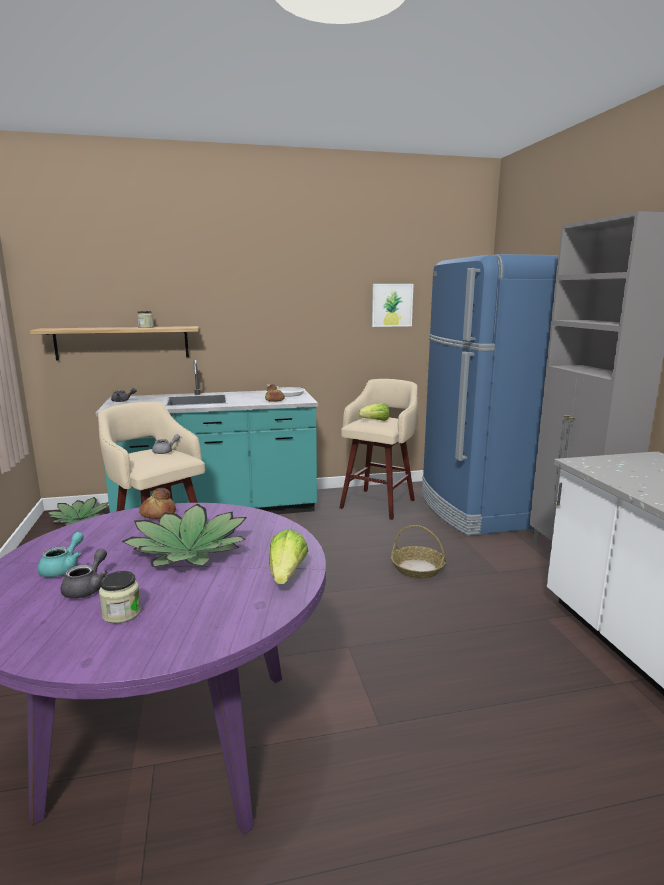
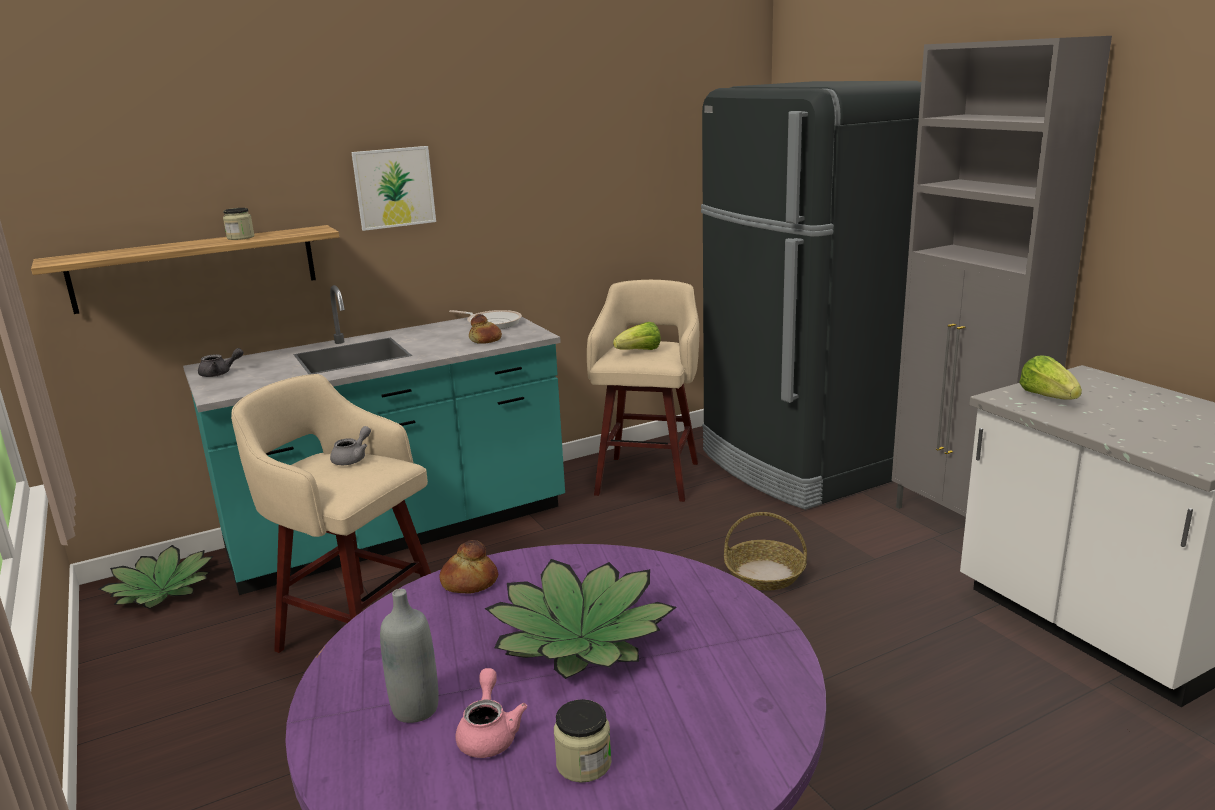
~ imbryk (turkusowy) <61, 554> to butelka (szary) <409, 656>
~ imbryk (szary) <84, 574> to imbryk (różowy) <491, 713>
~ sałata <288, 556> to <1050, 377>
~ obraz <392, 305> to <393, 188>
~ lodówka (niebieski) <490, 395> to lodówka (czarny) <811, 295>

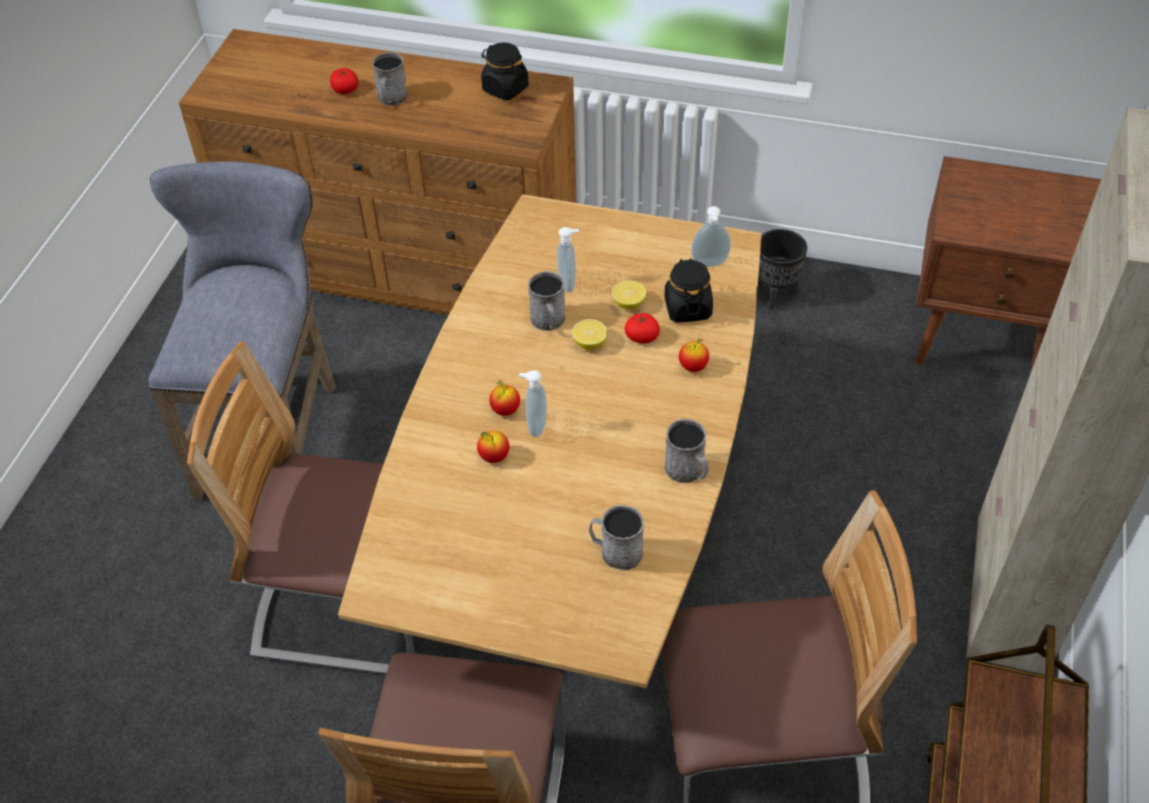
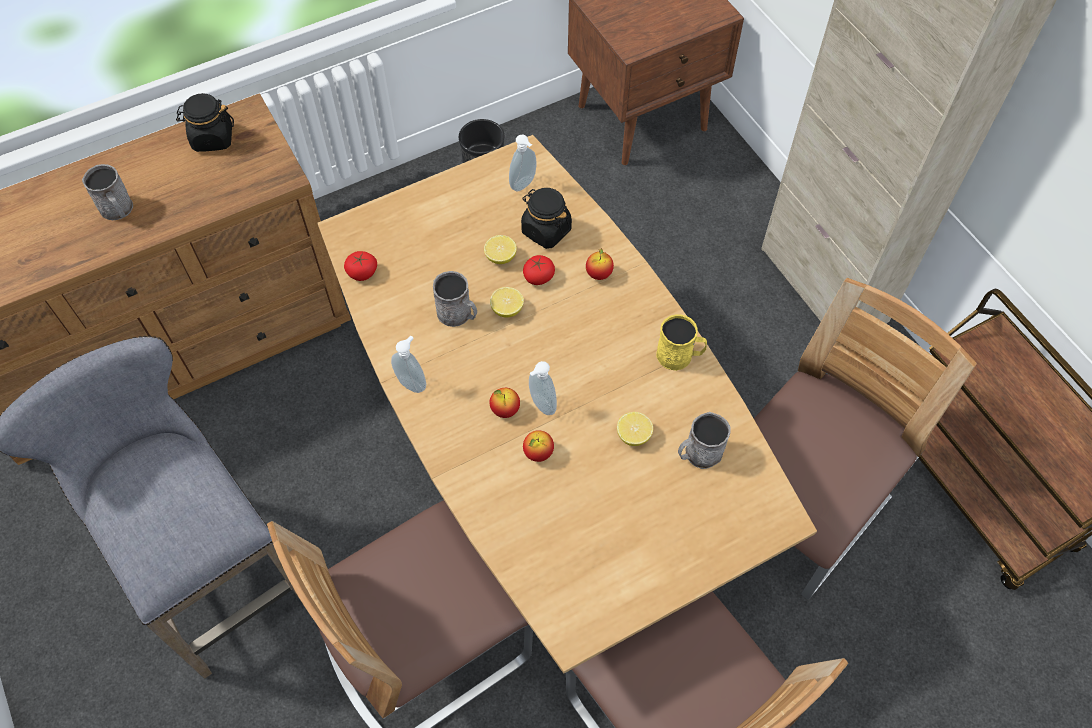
~ pomidor <344, 81> to <360, 266>
~ dozownik mydła <568, 259> to <408, 364>
~ kubek (szary) <687, 451> to kubek (żółty) <681, 342>
+ cytryna <635, 429>

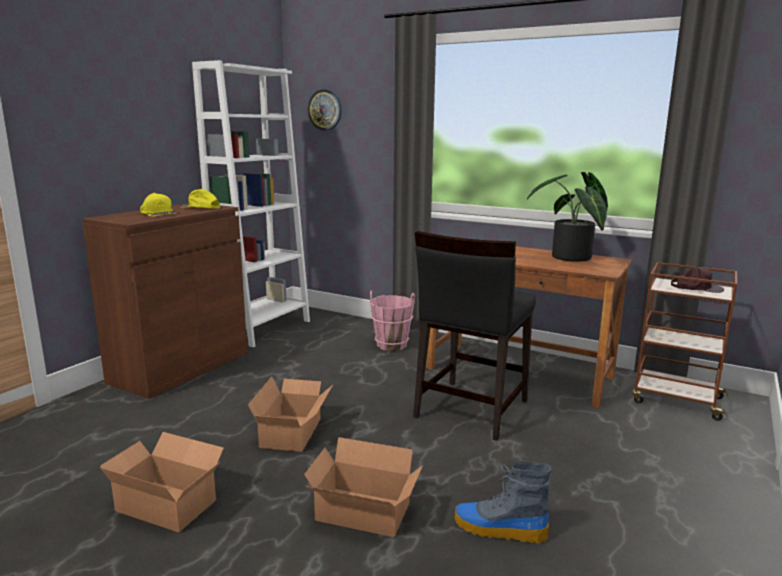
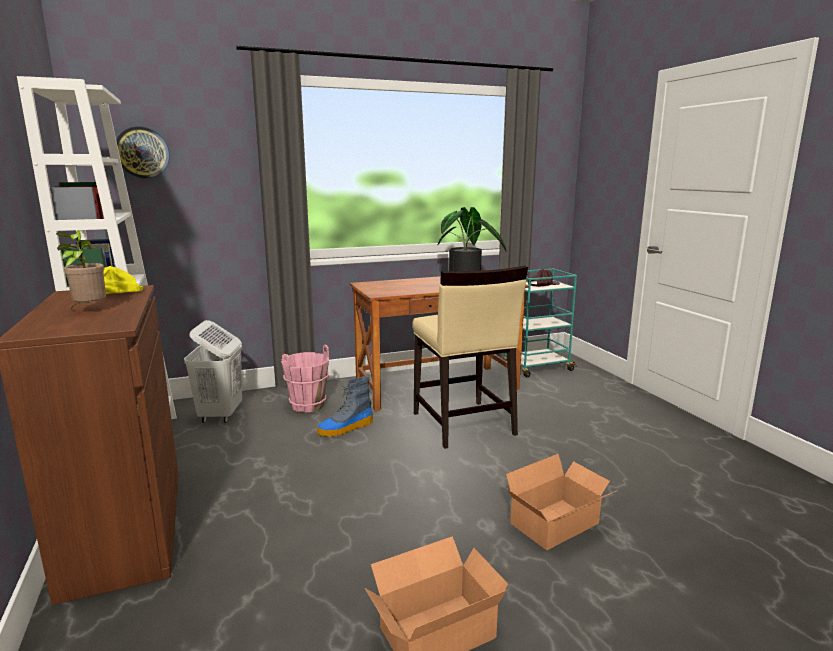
~ czapka z daszkiem (żółty) <158, 204> to roślina doniczkowa <81, 269>
- karton <290, 414>
~ krzesło (czarny) <474, 336> to krzesło (beżowy) <470, 357>
~ but z cholewką <503, 502> to <345, 406>
~ wózek (brązowy) <684, 341> to wózek (turkusowy) <540, 322>
+ kosz na pranie (biały) <213, 371>

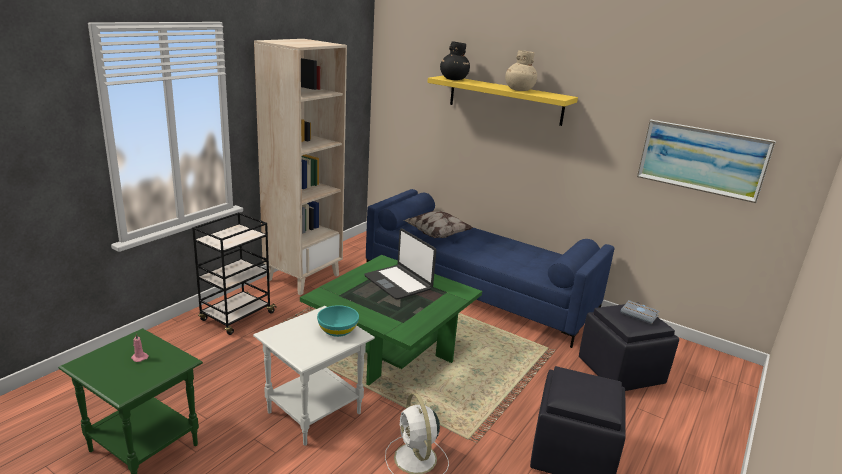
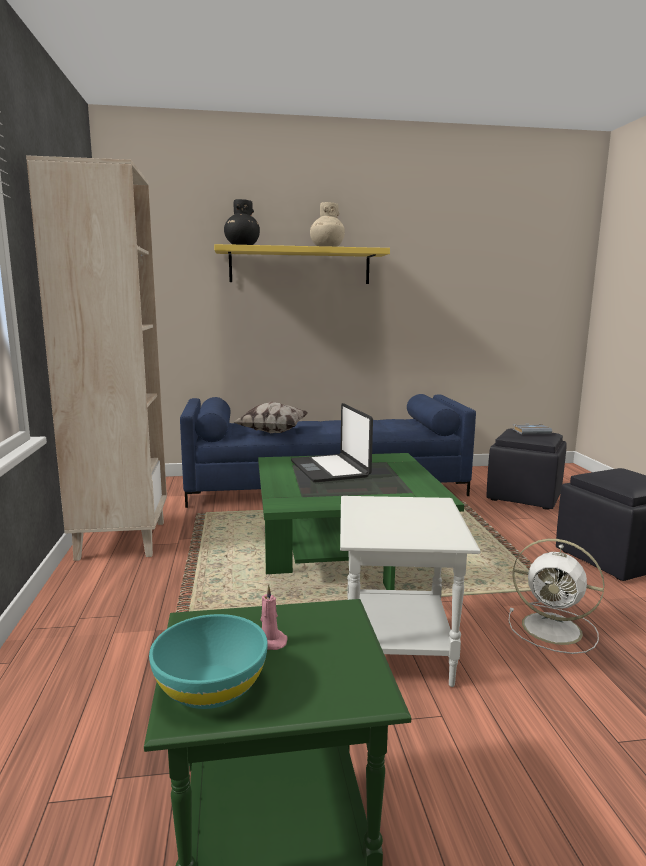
- wózek (czarny) <234, 273>
~ miska (turkusowy) <338, 321> to <208, 661>
~ laptop <400, 264> = <332, 442> 60 degrees clockwise
- obraz <706, 161>

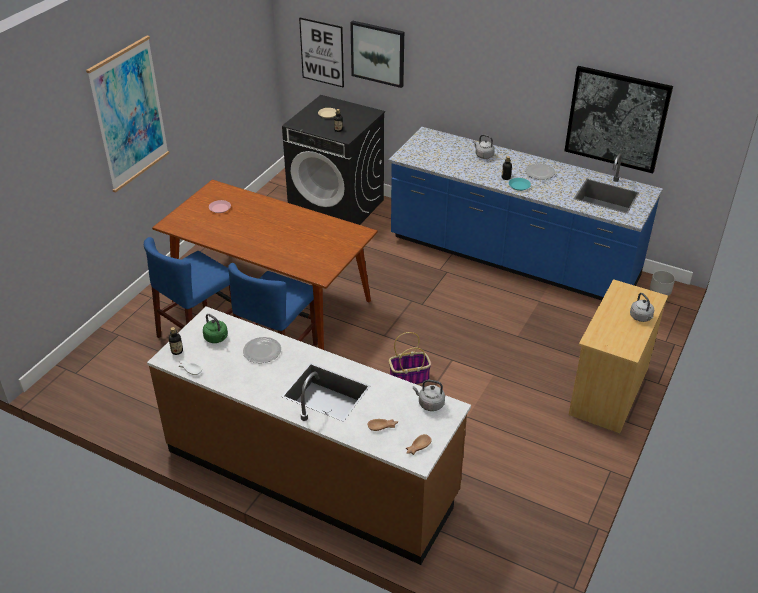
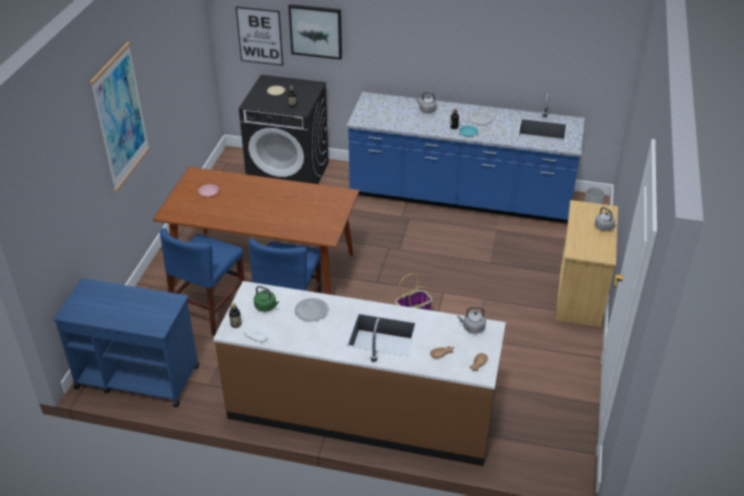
- obraz <618, 120>
+ wózek (niebieski) <126, 343>

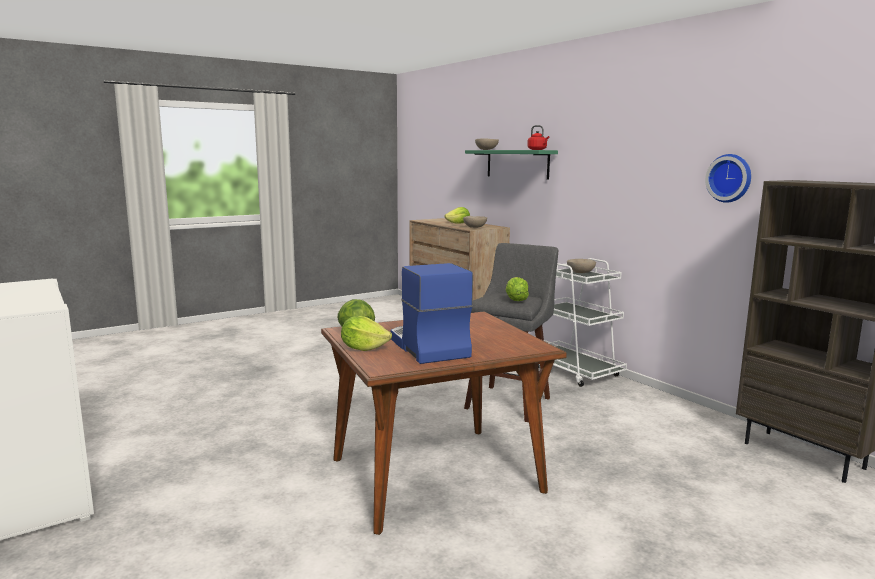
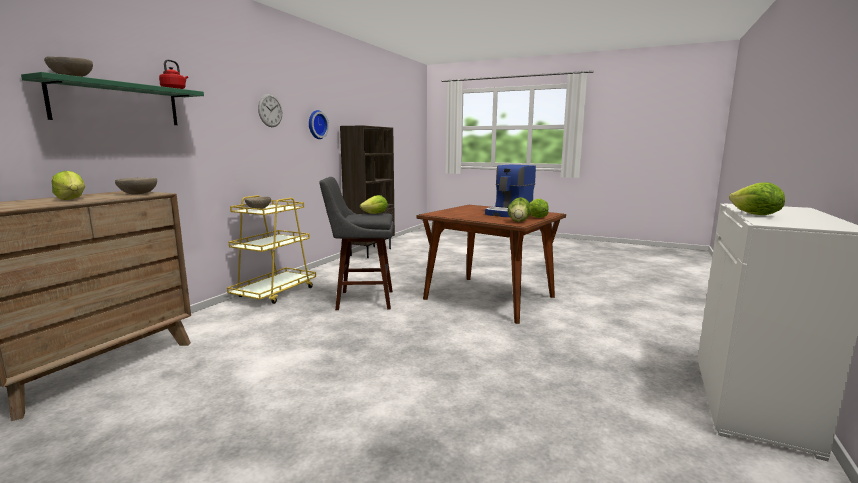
~ wózek (biały) <582, 322> to wózek (żółty) <271, 249>
+ zegar ścienny <270, 110>
+ sałata <757, 198>

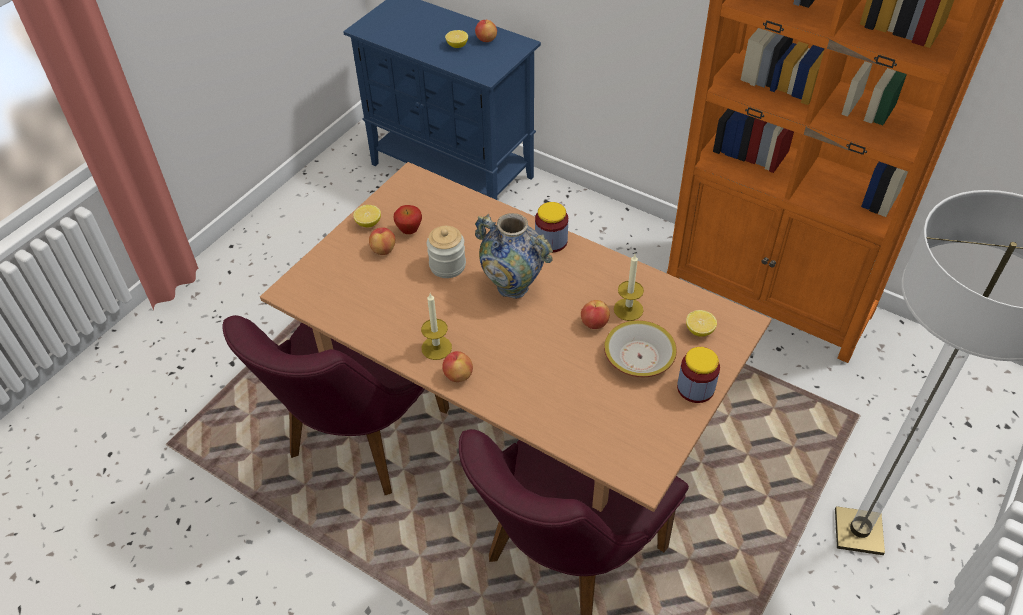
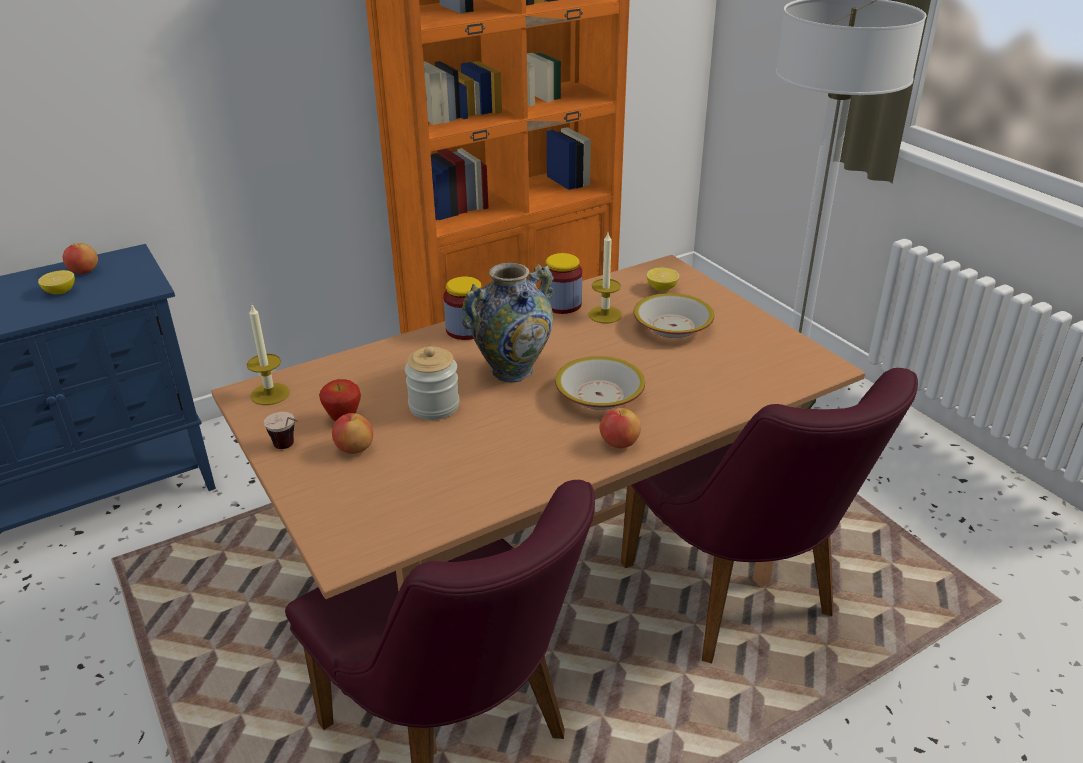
~ cytryna <367, 216> to filiżanka <281, 430>
~ świeca <436, 326> to <268, 355>
- jabłko <595, 314>
~ słoik <698, 375> to <563, 283>
+ miska <600, 383>

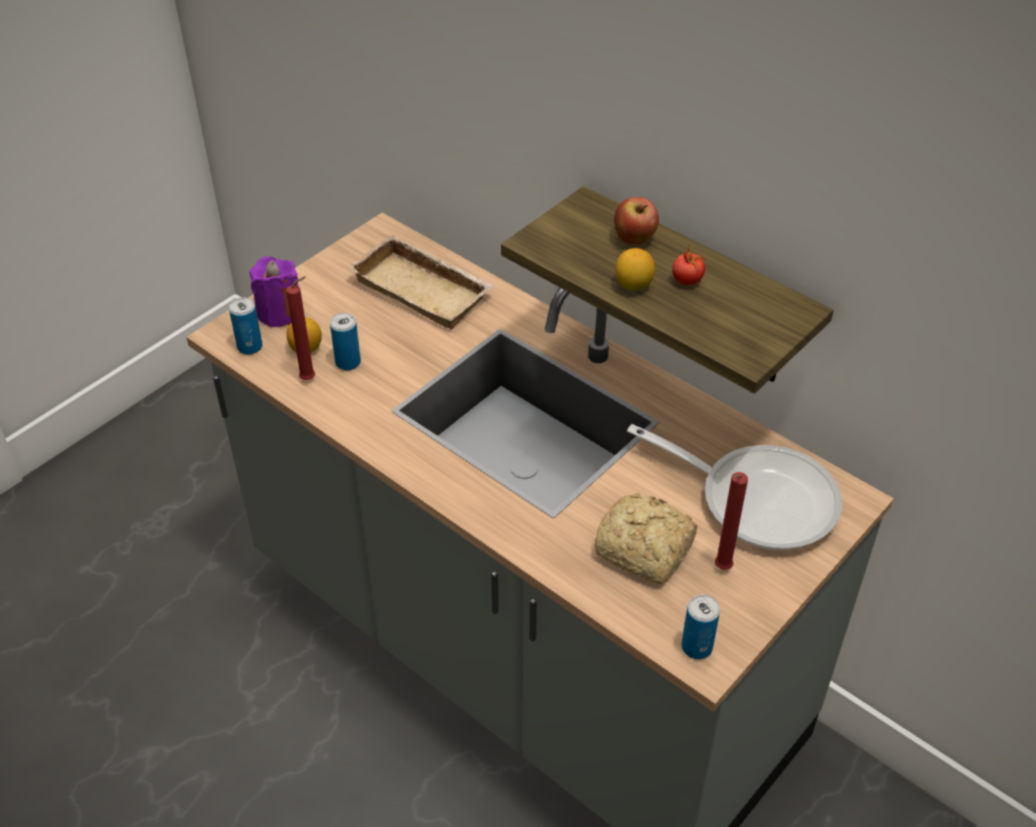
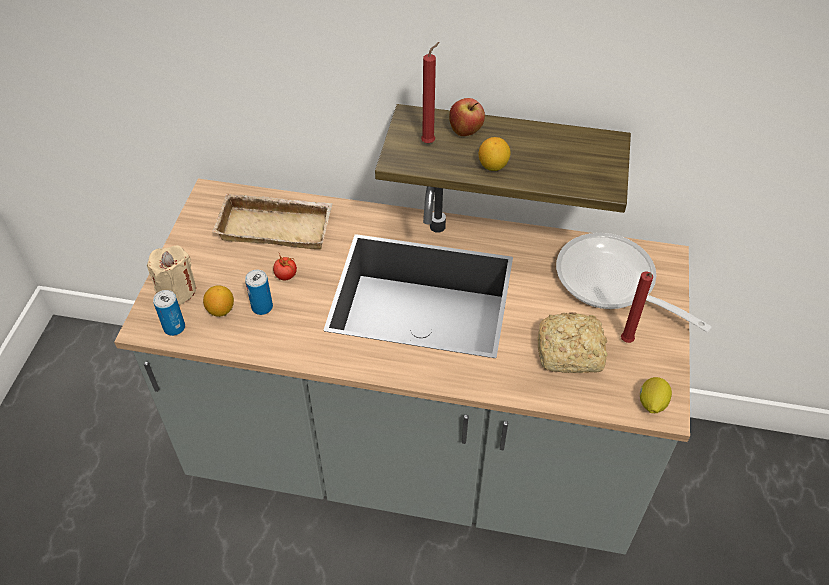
~ świeca (fioletowy) <274, 292> to świeca (beżowy) <171, 275>
~ świeca (czerwony) <300, 328> to <430, 92>
~ patelnia <734, 487> = <634, 282> 135 degrees counterclockwise
~ pomidor <689, 266> to <285, 266>
~ puszka <700, 627> to cytryna <656, 395>

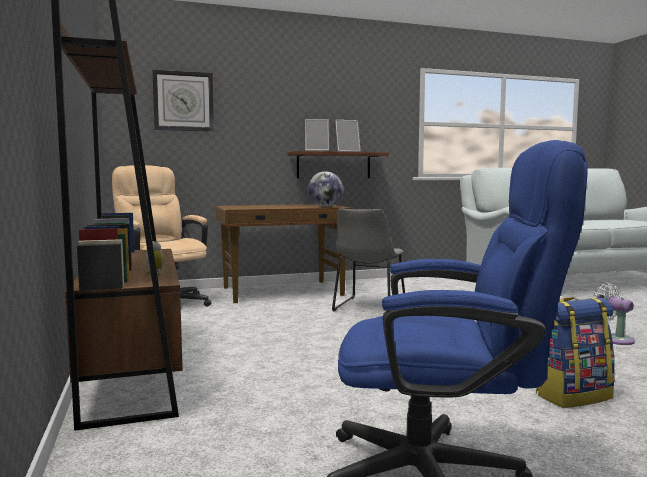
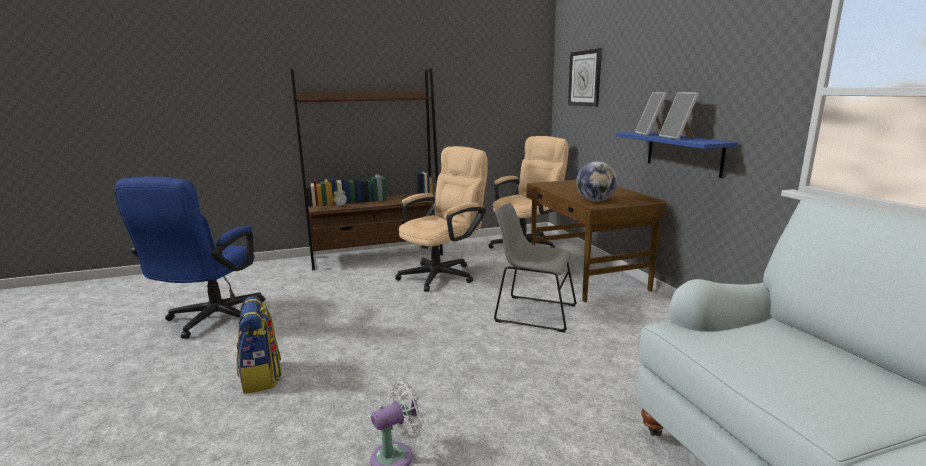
~ półka (brązowy) <338, 164> to półka (niebieski) <677, 155>
+ krzesło biurowe (beżowy) <441, 219>

